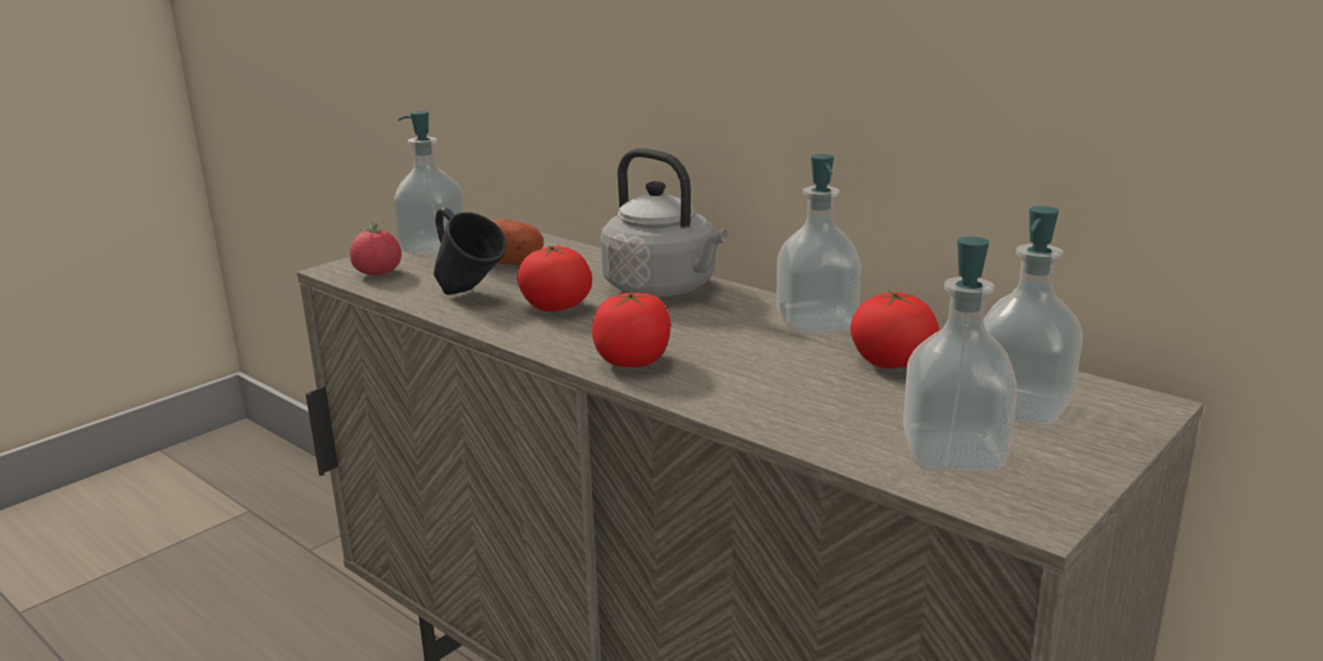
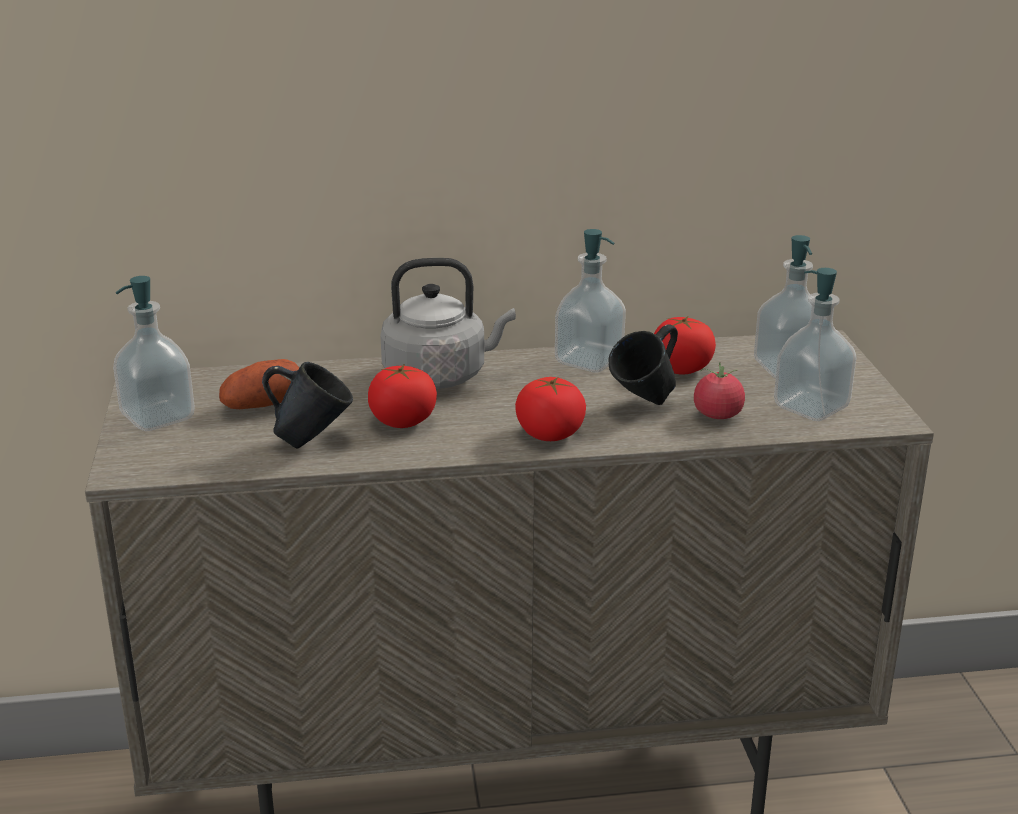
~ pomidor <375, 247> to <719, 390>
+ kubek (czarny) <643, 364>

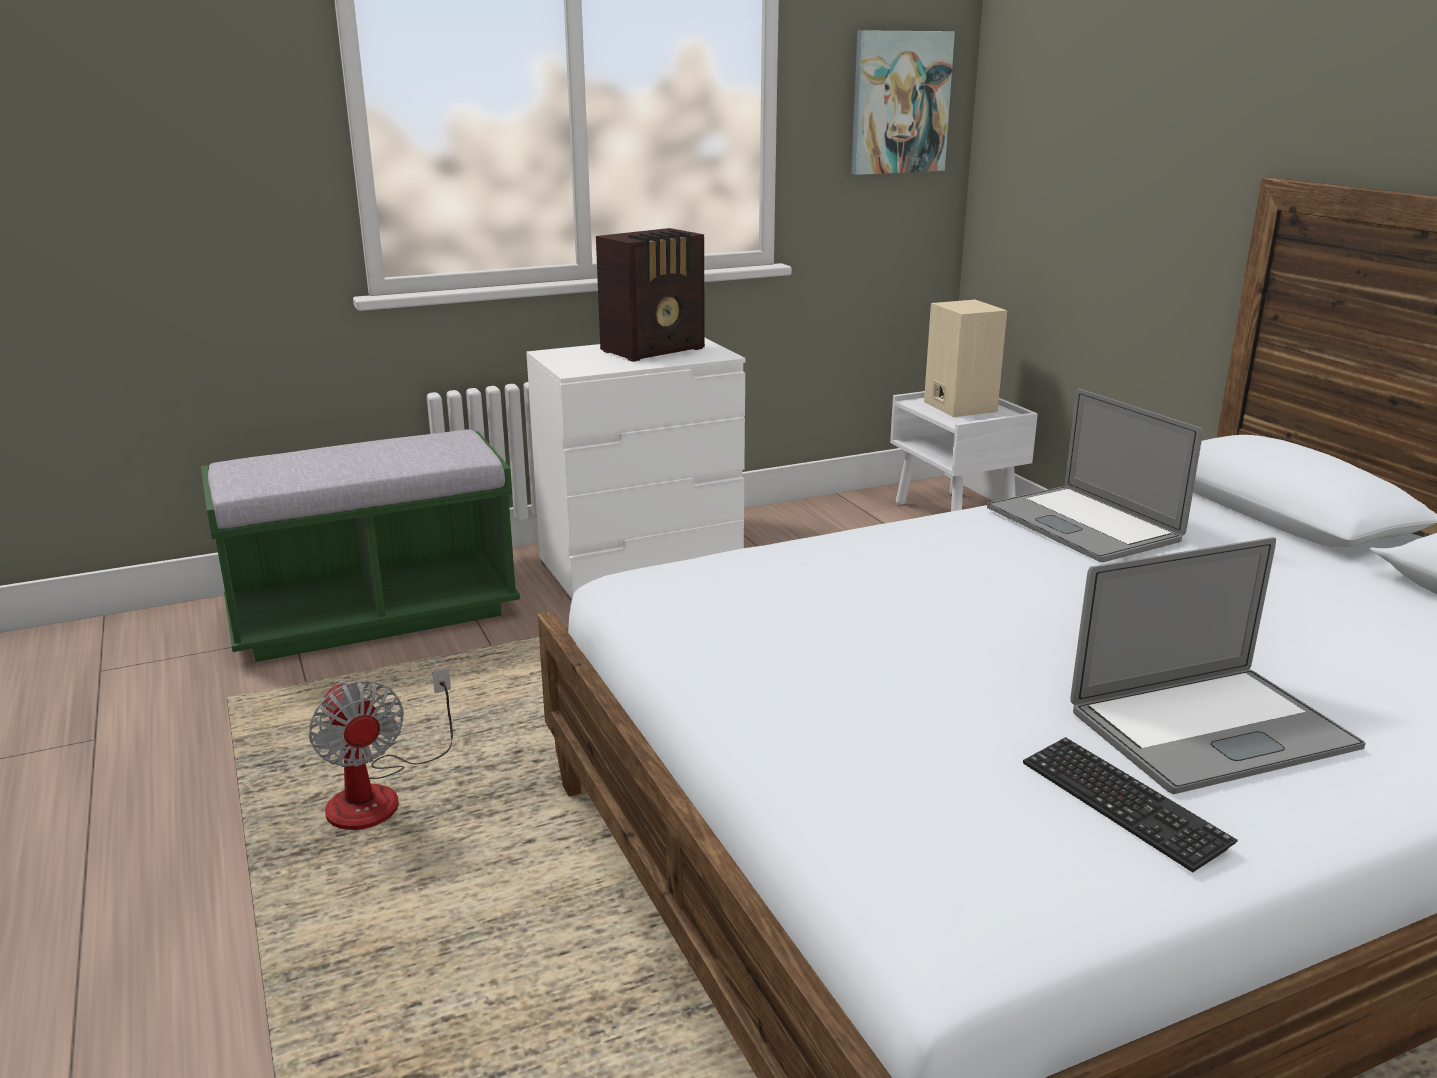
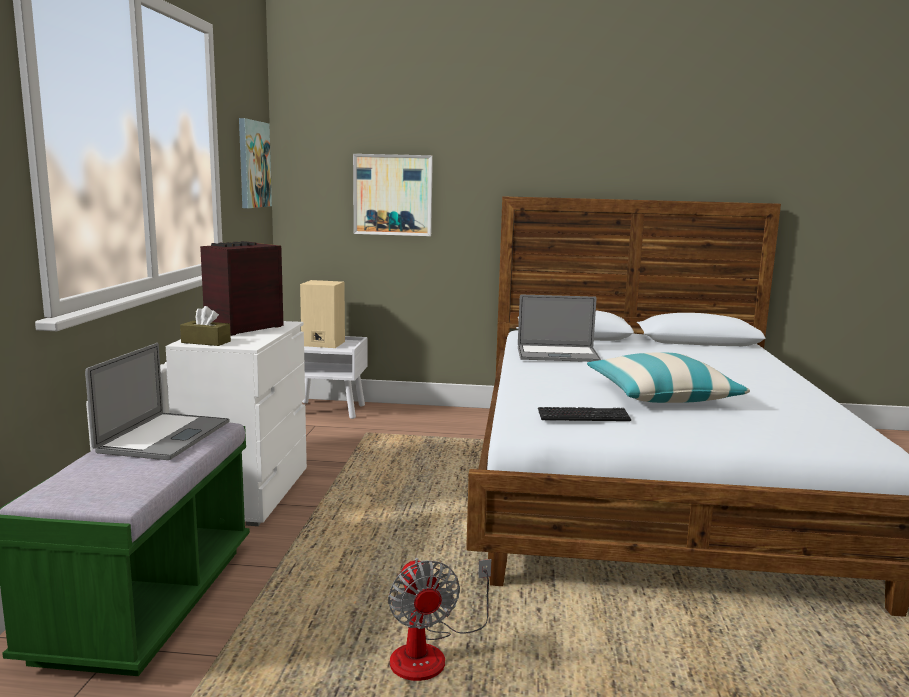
~ wentylator <380, 748> = <439, 619> 75 degrees clockwise
~ radio <650, 295> = <241, 288> 135 degrees counterclockwise
~ klawiatura <1130, 804> to <584, 414>
~ laptop <1218, 665> to <157, 401>
+ pudełko chusteczek (brązowy) <205, 326>
+ obraz <393, 195>
+ poduszka <668, 377>

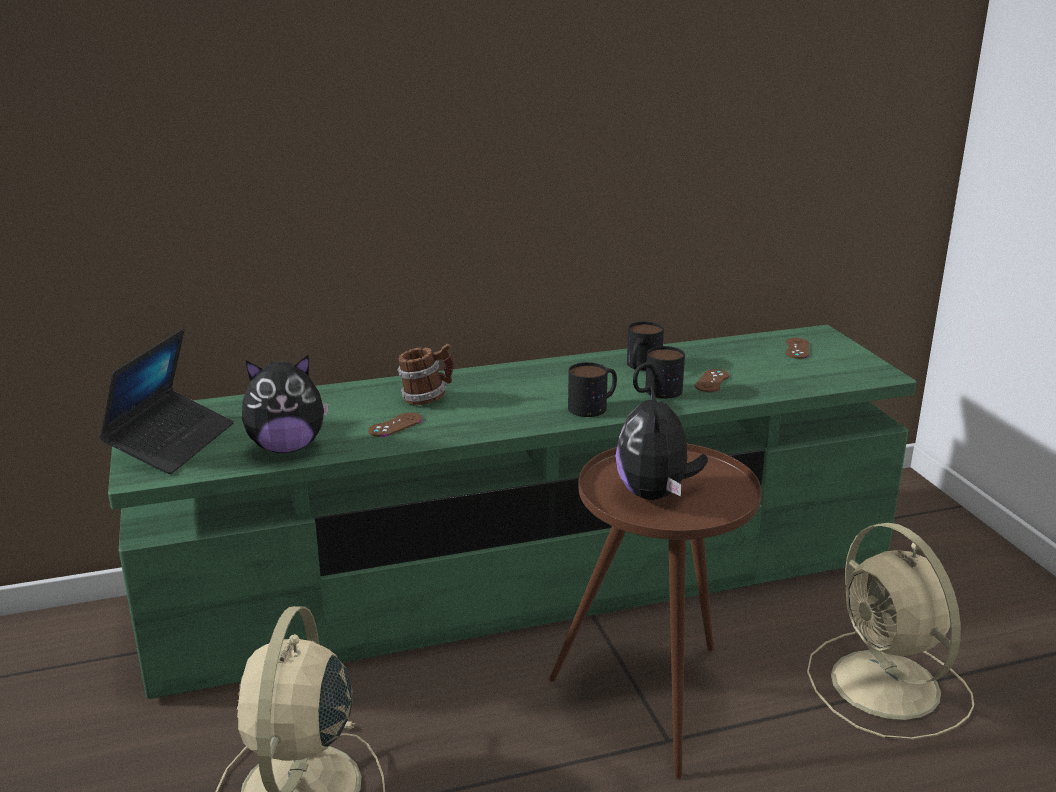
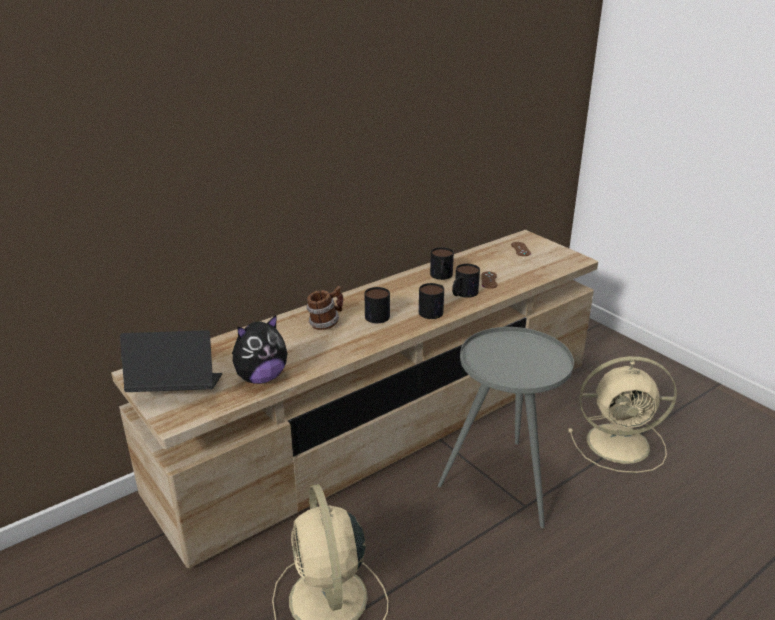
~ laptop <166, 401> = <171, 361> 90 degrees counterclockwise
~ szafka pod telewizor (zielony) <512, 512> to szafka pod telewizor (beżowy) <354, 399>
- pad do gier (brązowy) <395, 424>
~ stolik (brązowy) <655, 611> to stolik (szary) <506, 427>
- pluszak <661, 441>
~ wentylator (beżowy) <890, 631> = <622, 414> 45 degrees counterclockwise
+ kubek <377, 305>

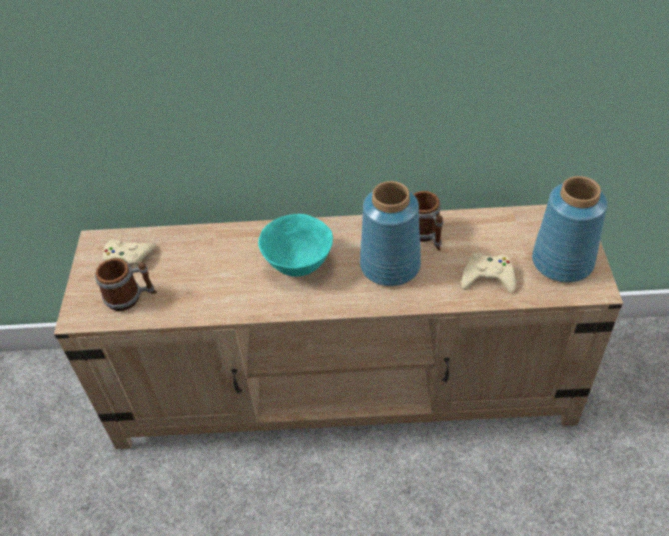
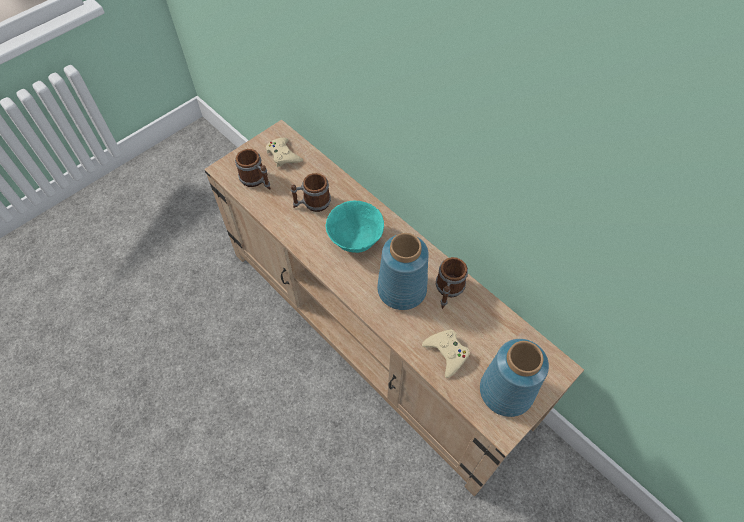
+ kubek <311, 192>

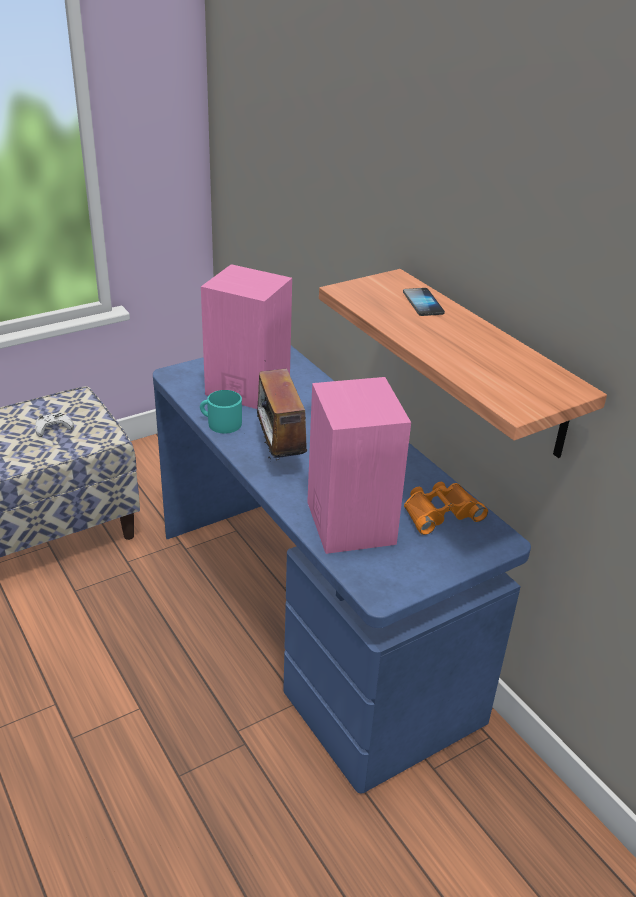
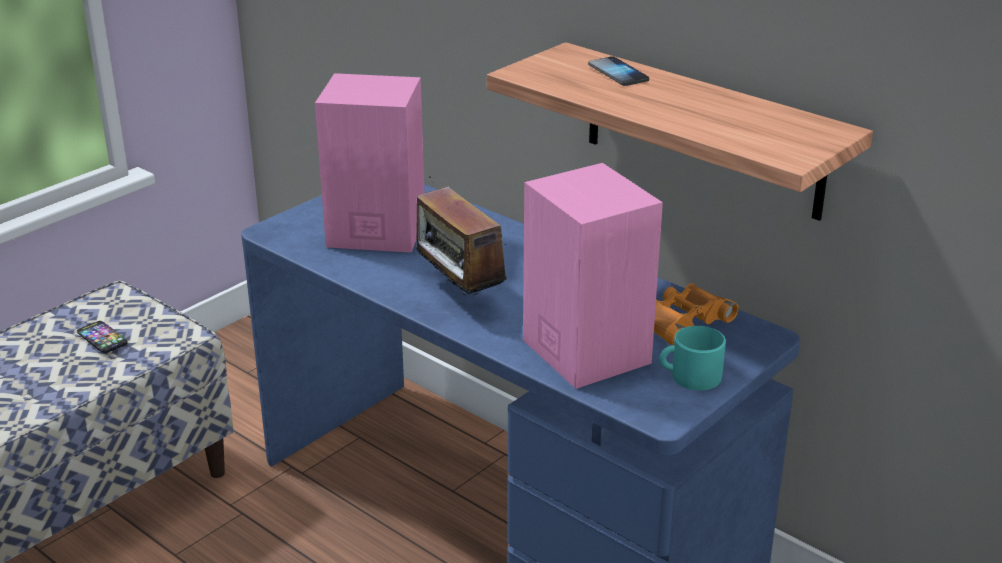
~ pad do gier (biały) <54, 424> to telefon <102, 337>
~ kubek (turkusowy) <221, 412> to <692, 358>

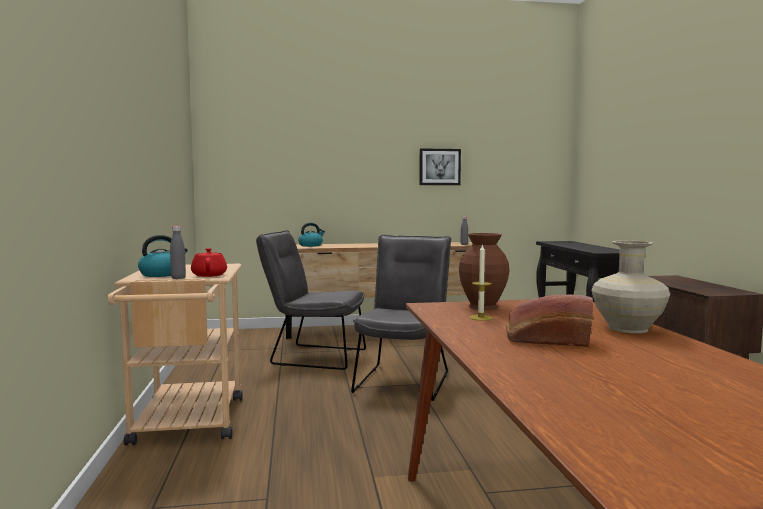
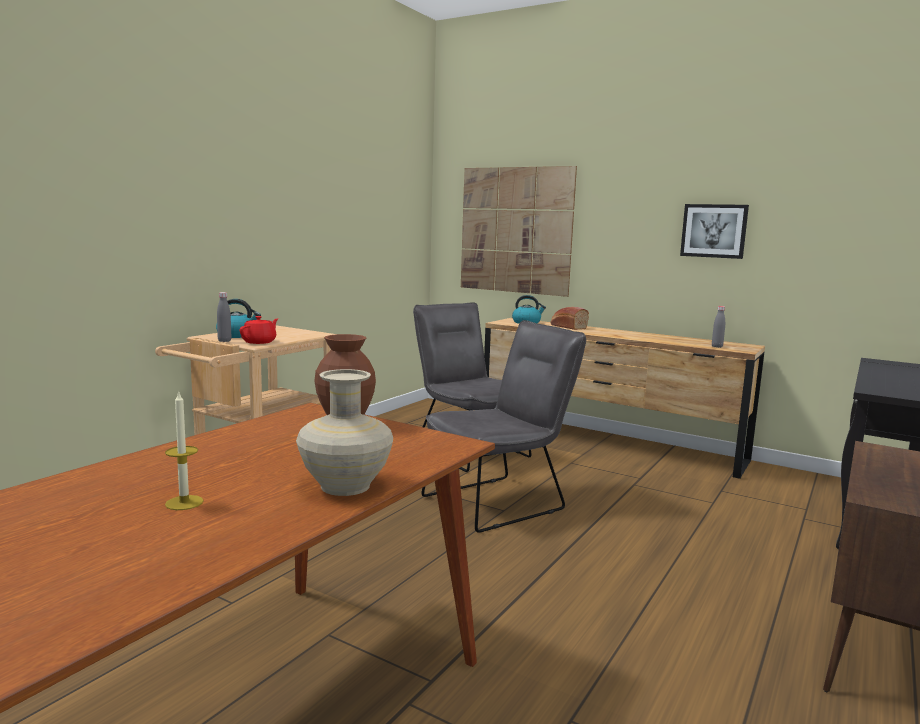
~ świeca <481, 282> to <184, 450>
~ chleb <549, 320> to <570, 318>
+ obraz <519, 231>

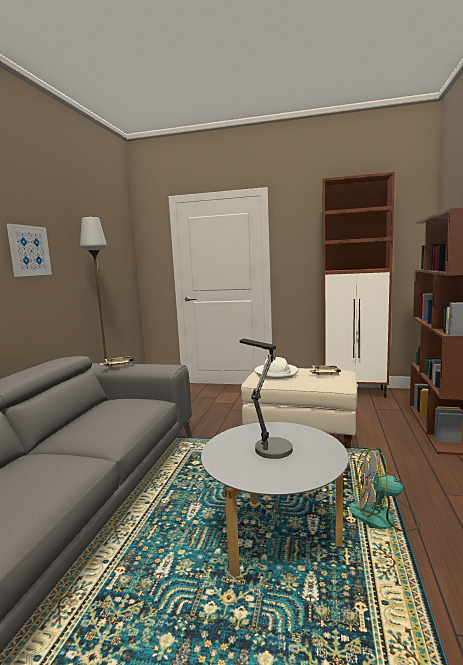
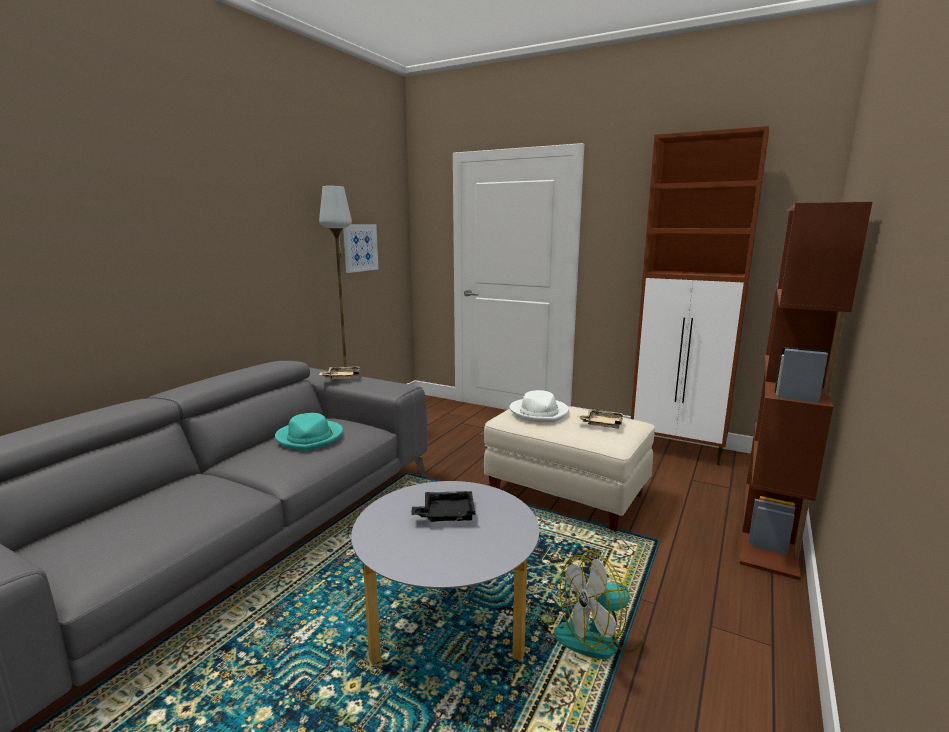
~ obraz <29, 250> to <360, 248>
~ lampa stołowa <266, 399> to taca (czarny) <443, 506>
~ wentylator <384, 490> = <599, 604> 45 degrees counterclockwise
+ kapelusz (turkusowy) <309, 432>

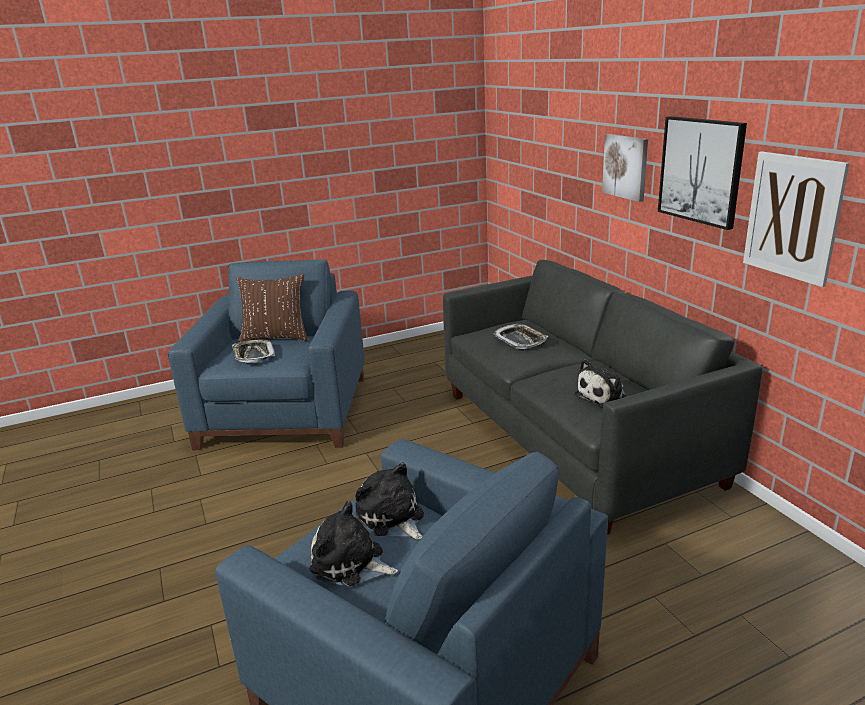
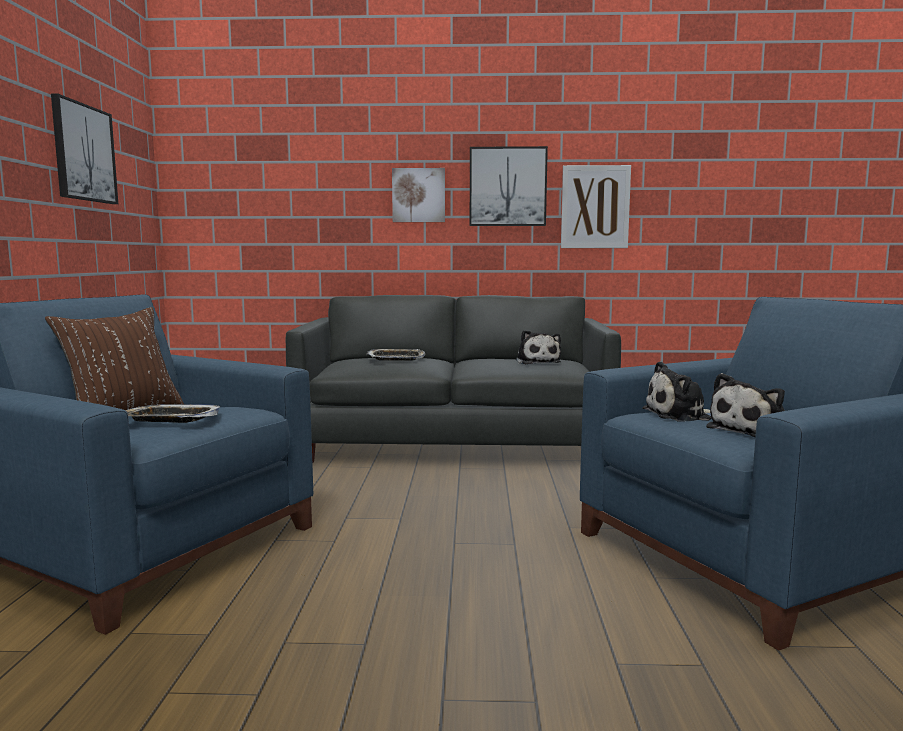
+ obraz <84, 149>

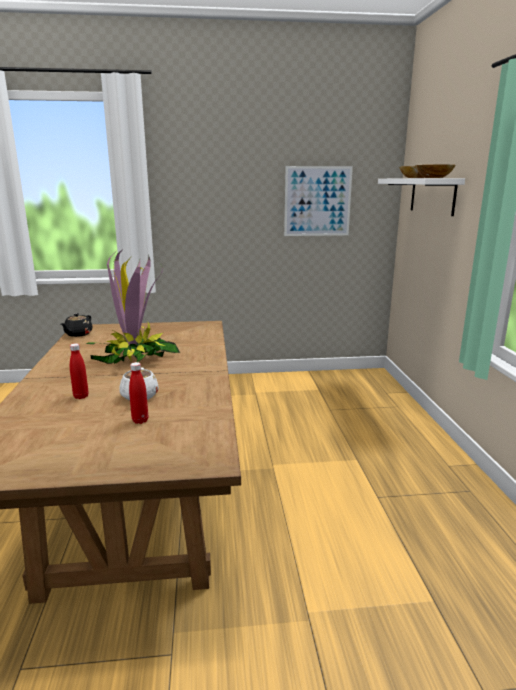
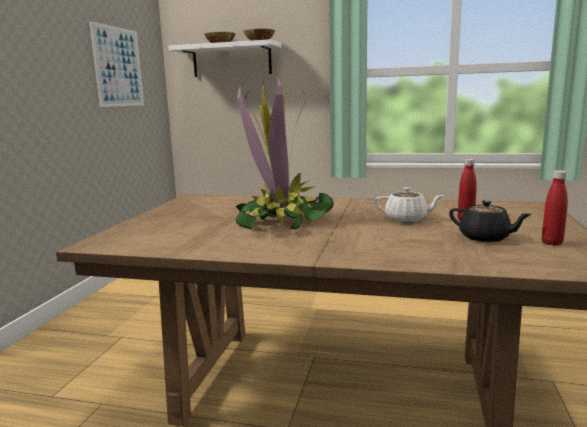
~ imbryk (czarny) <77, 325> to <490, 221>
~ butelka (czerwony) <79, 371> to <555, 208>

